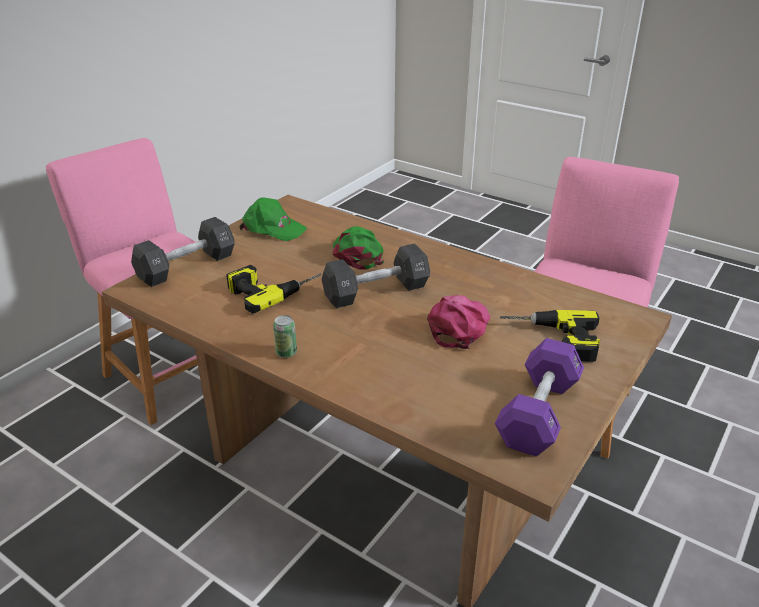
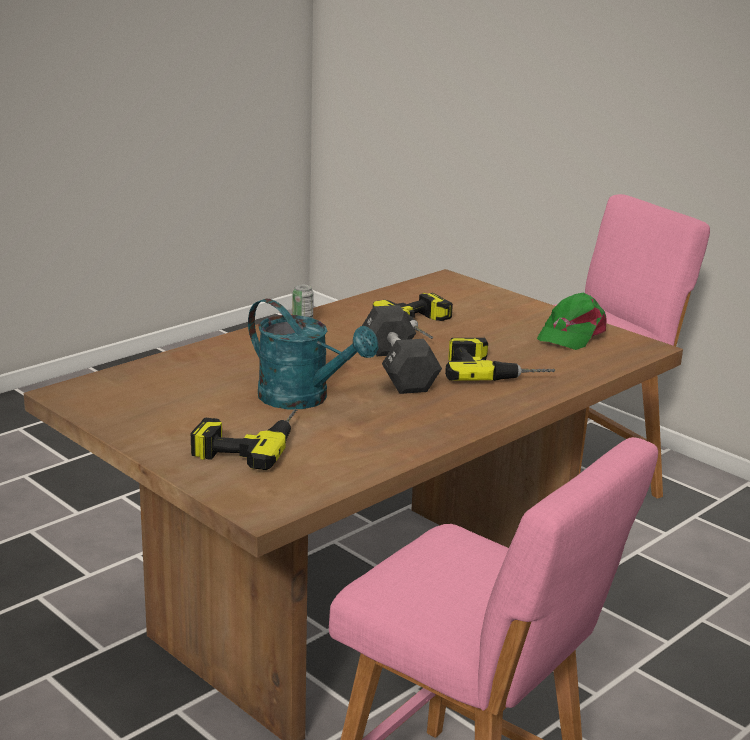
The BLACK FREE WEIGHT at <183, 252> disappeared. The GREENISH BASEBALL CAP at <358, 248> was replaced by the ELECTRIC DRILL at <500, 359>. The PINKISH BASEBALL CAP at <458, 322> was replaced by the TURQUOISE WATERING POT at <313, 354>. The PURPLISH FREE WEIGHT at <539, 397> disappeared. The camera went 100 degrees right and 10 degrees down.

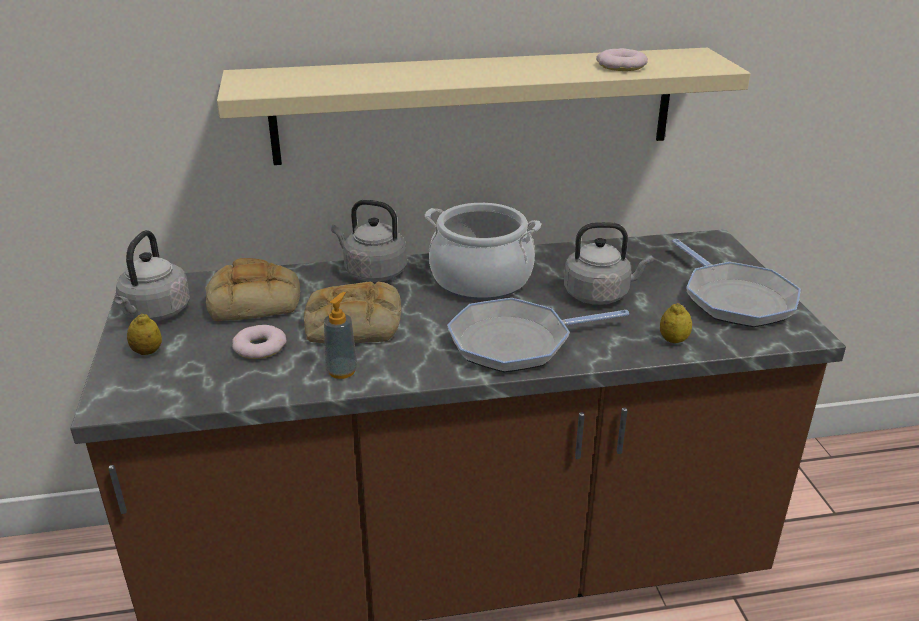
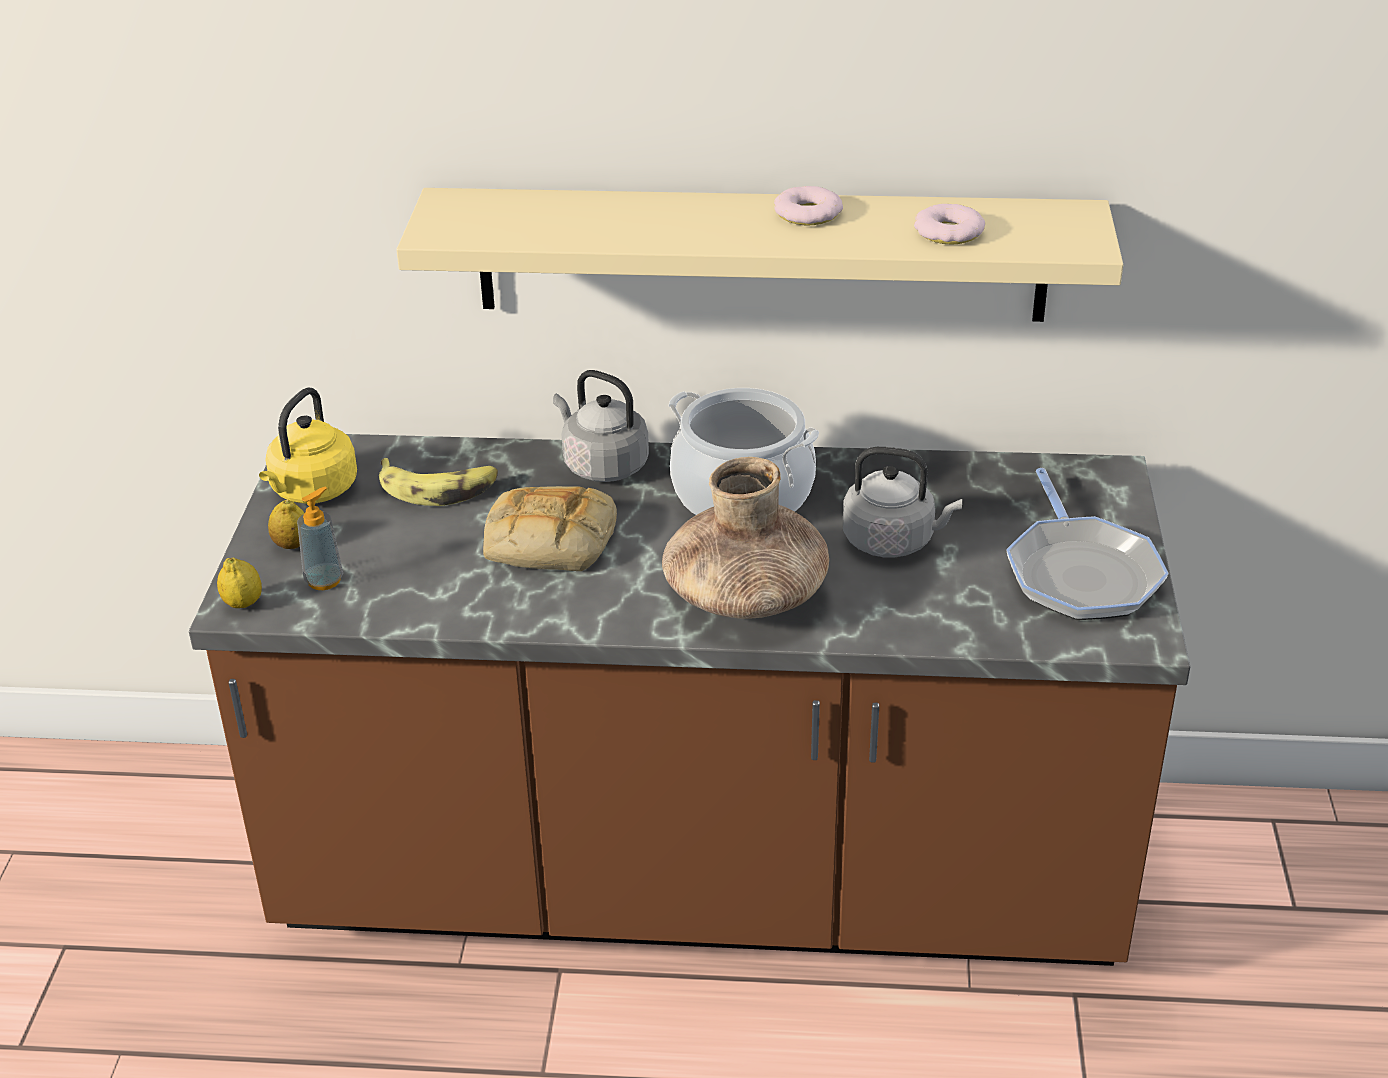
The GREYISH KETTLE at <152, 275> became the YELLOWISH KETTLE at <308, 445>. The BREAD at <252, 289> was replaced by the BANANA at <438, 482>. The SOAP BOTTLE moved from <341, 335> to <320, 538>. The PAN at <538, 335> was replaced by the BROWNISH FLOWER VASE at <745, 538>. The LEMON moved from <676, 323> to <239, 583>. The RING DOUGHNUT moved from <259, 342> to <808, 205>. The camera went 15 degrees right and 5 degrees up.

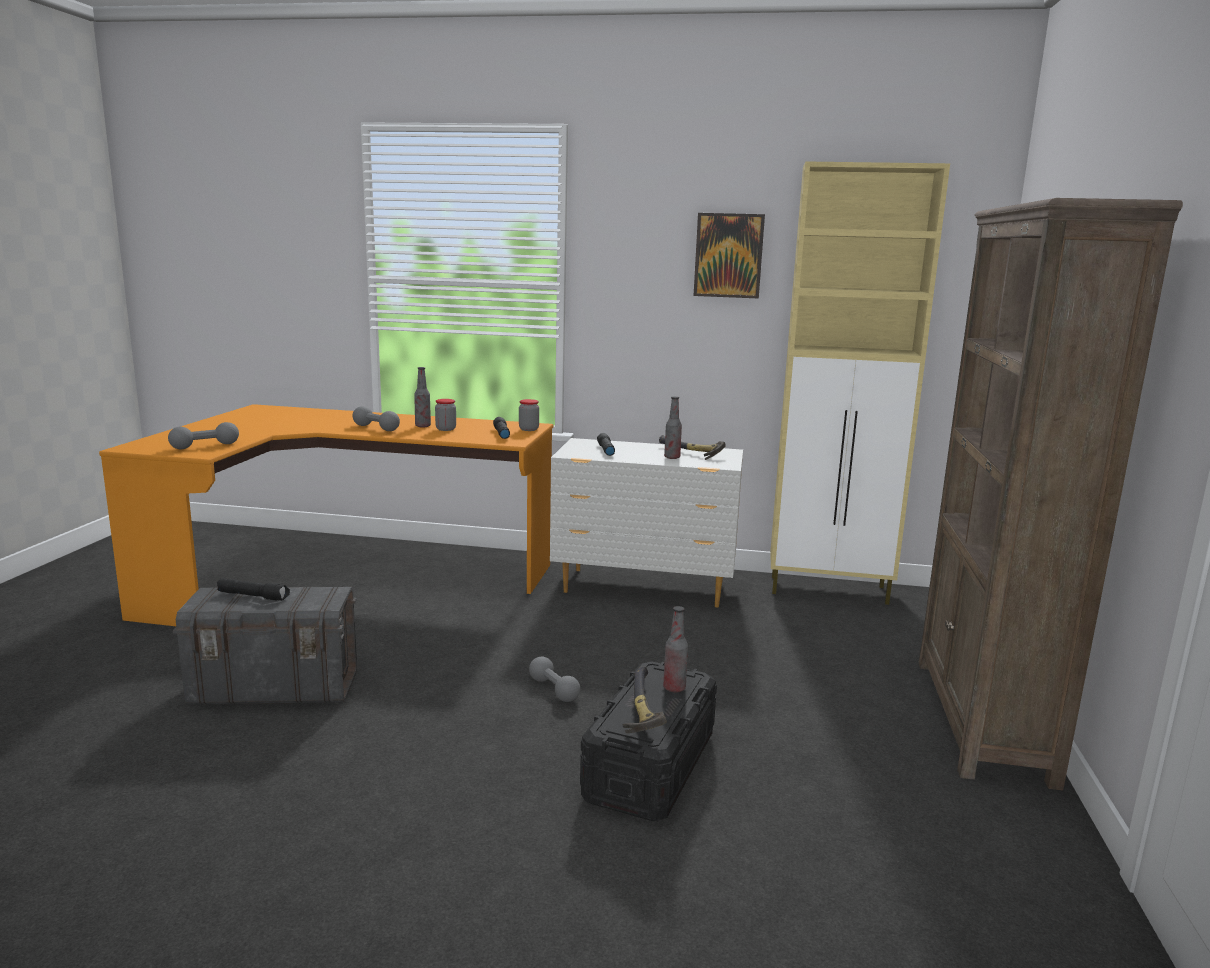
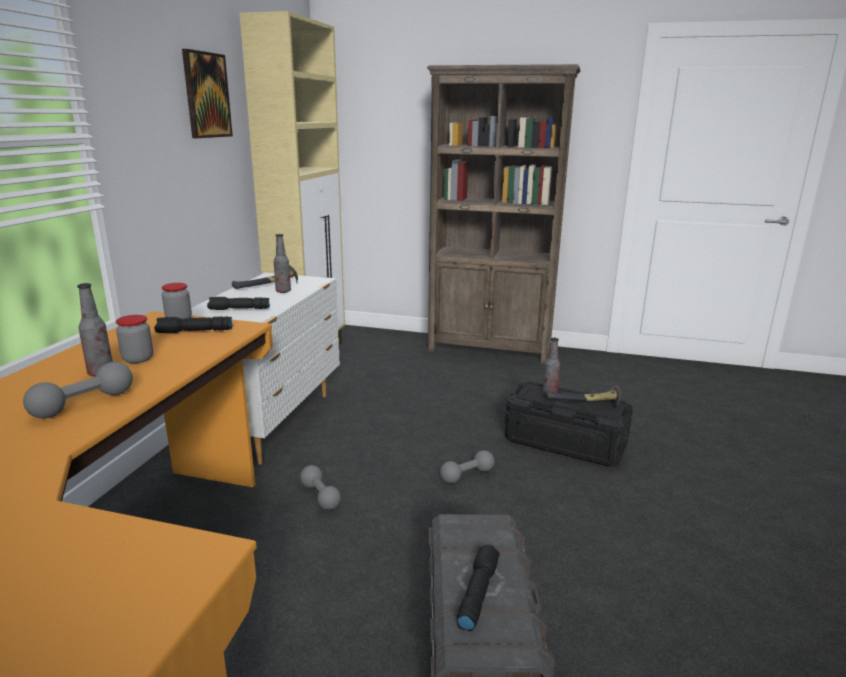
The GREYISH FREE WEIGHT moved from <203, 435> to <320, 487>. The camera went 85 degrees left and 5 degrees up.

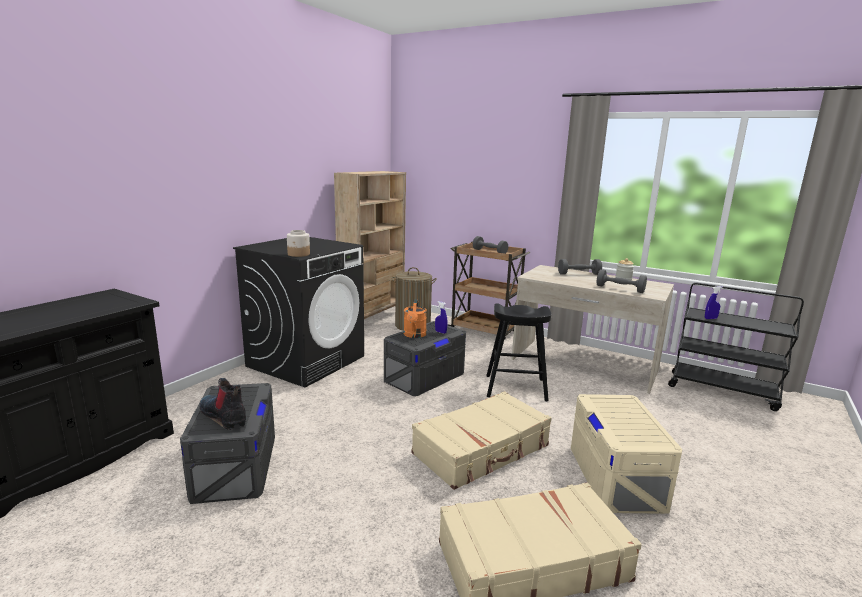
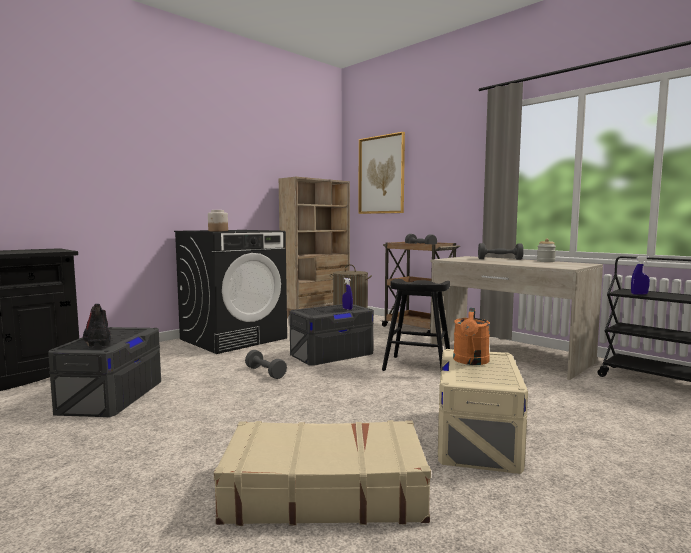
The GREYISH FREE WEIGHT moved from <622, 281> to <266, 364>. The ORANGE-COLOURED WATERING POT moved from <415, 318> to <471, 336>. The SAND-COLOURED TRAVEL CASE at <481, 440> disappeared. The WALL ART at <381, 173> appeared. The camera went 15 degrees right and 10 degrees down.

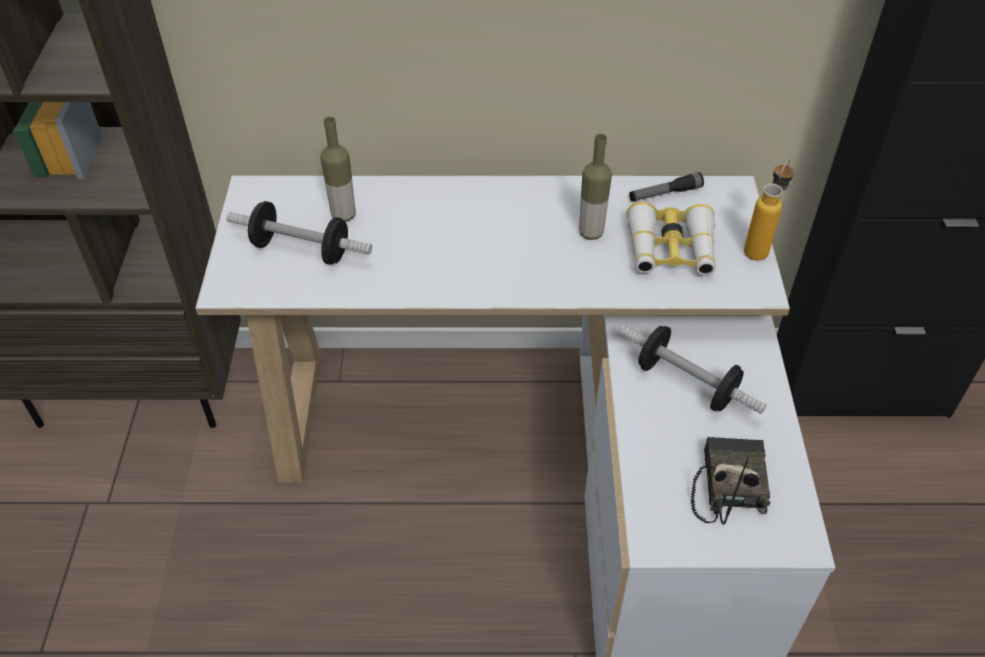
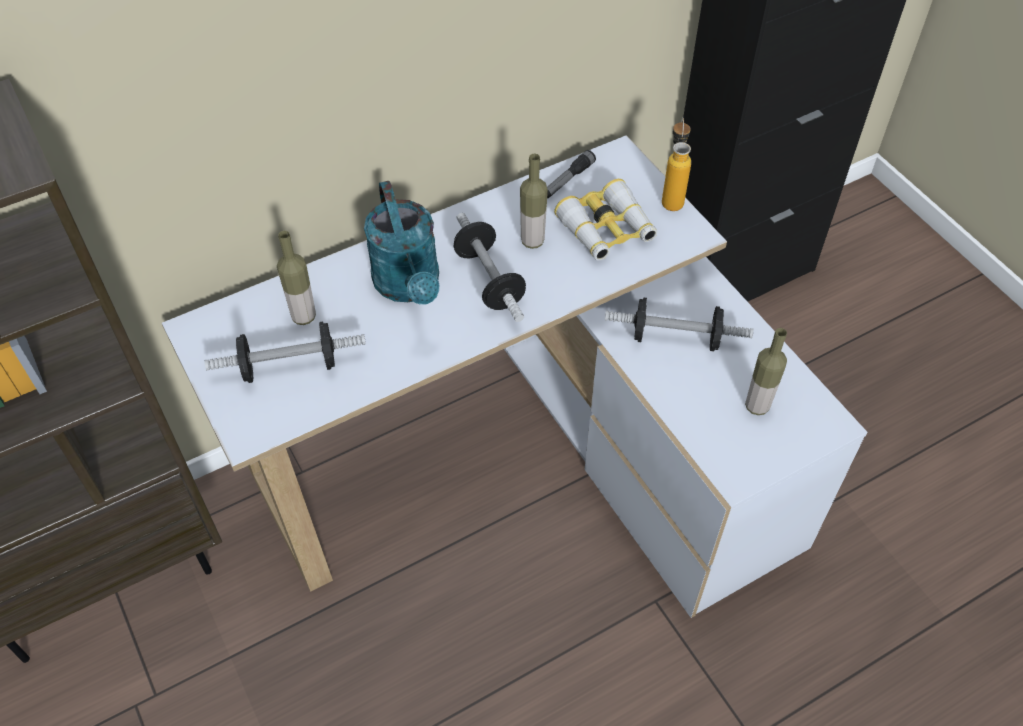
The RADIO SET at <731, 481> was replaced by the BOTTLE at <766, 371>. The TURQUOISE WATERING POT at <401, 243> appeared. The FREE WEIGHT at <490, 267> appeared. The camera went 30 degrees left and 5 degrees up.

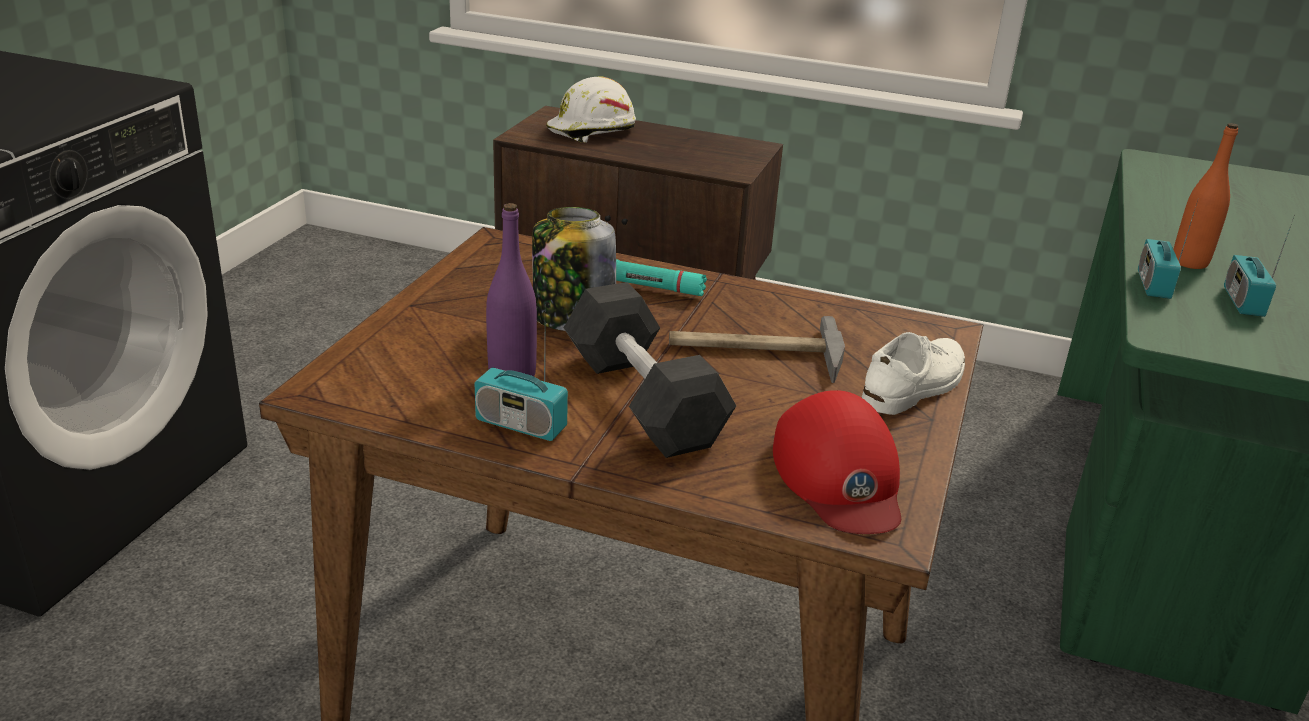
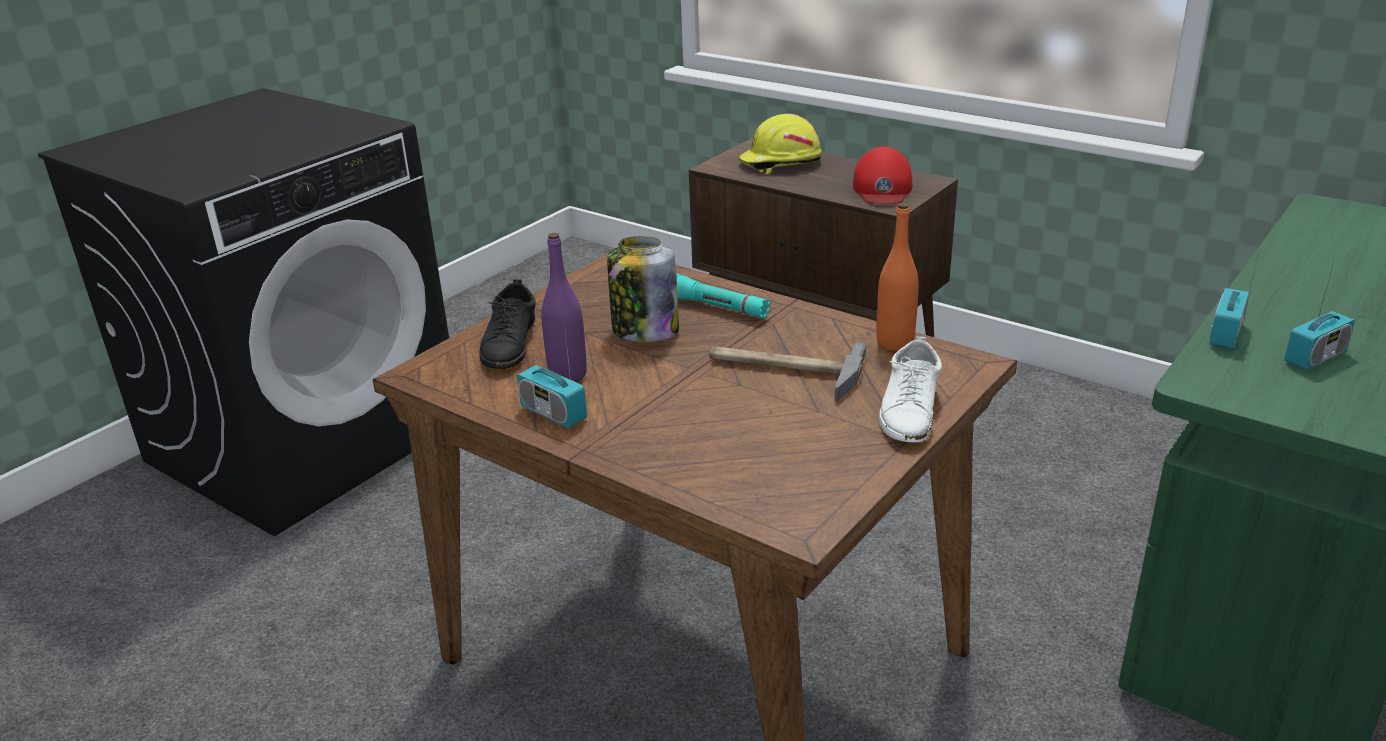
The WHITE HARD HAT at <591, 109> became the YELLOWISH HARD HAT at <780, 144>. The ORANGE-COLOURED BOTTLE moved from <1205, 196> to <897, 277>. The RADIO SET at <1259, 265> turned 150 degrees counterclockwise. The BLACK FREE WEIGHT at <650, 370> disappeared. The WHITE ITEM OF FOOTWEAR at <913, 373> turned 135 degrees clockwise. The RED BASEBALL CAP moved from <837, 462> to <882, 175>. The BLACK ITEM OF FOOTWEAR at <507, 324> appeared. The camera went 20 degrees right and 0 degrees up.

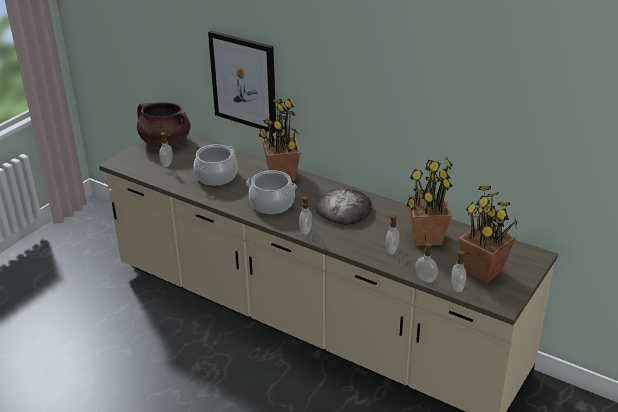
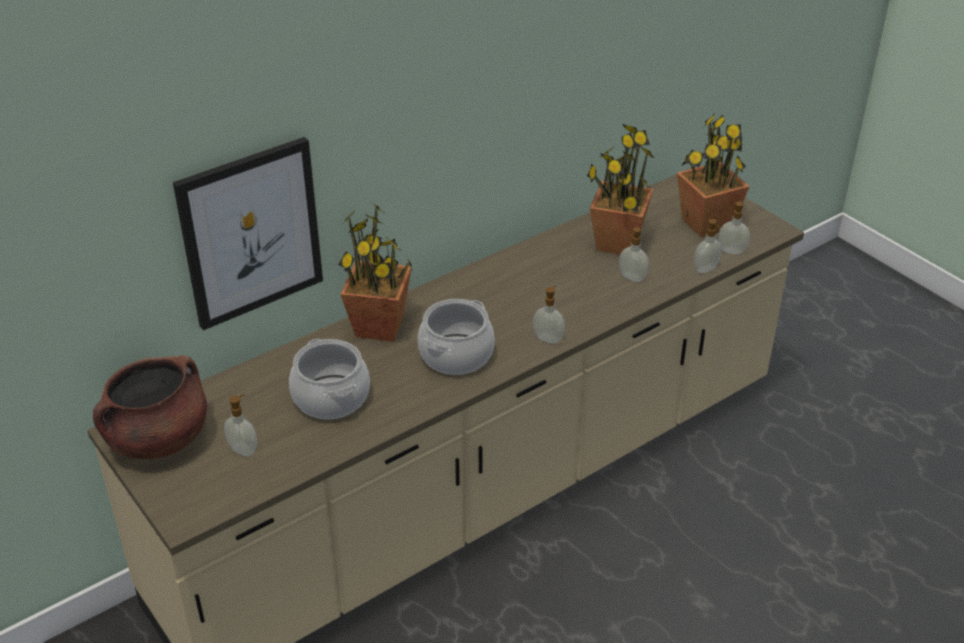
The BREAD at <344, 207> disappeared. The camera went 70 degrees left and 5 degrees up.

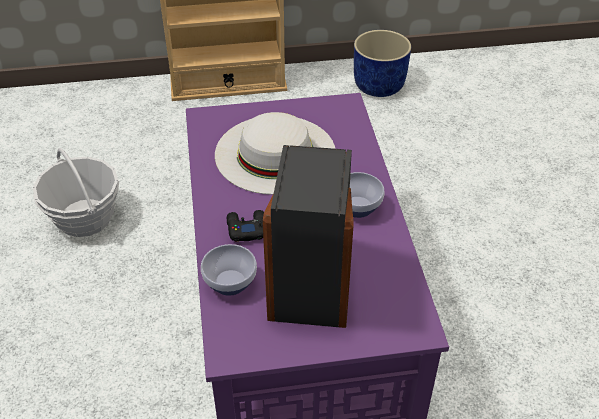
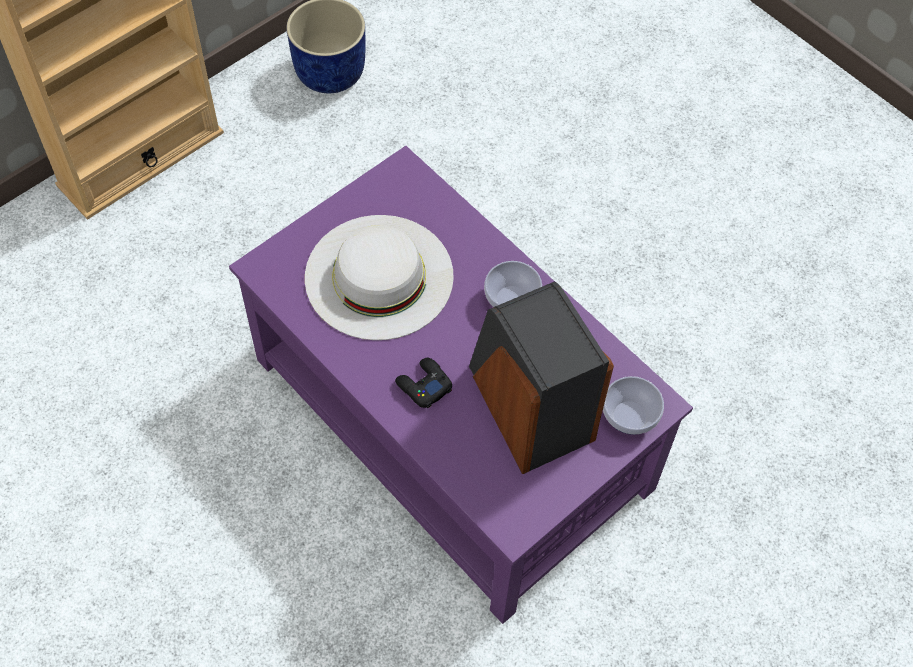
The HOUSEHOLD BASKET at <76, 192> disappeared. The BOWL moved from <229, 270> to <633, 405>. The camera went 35 degrees left and 15 degrees up.

